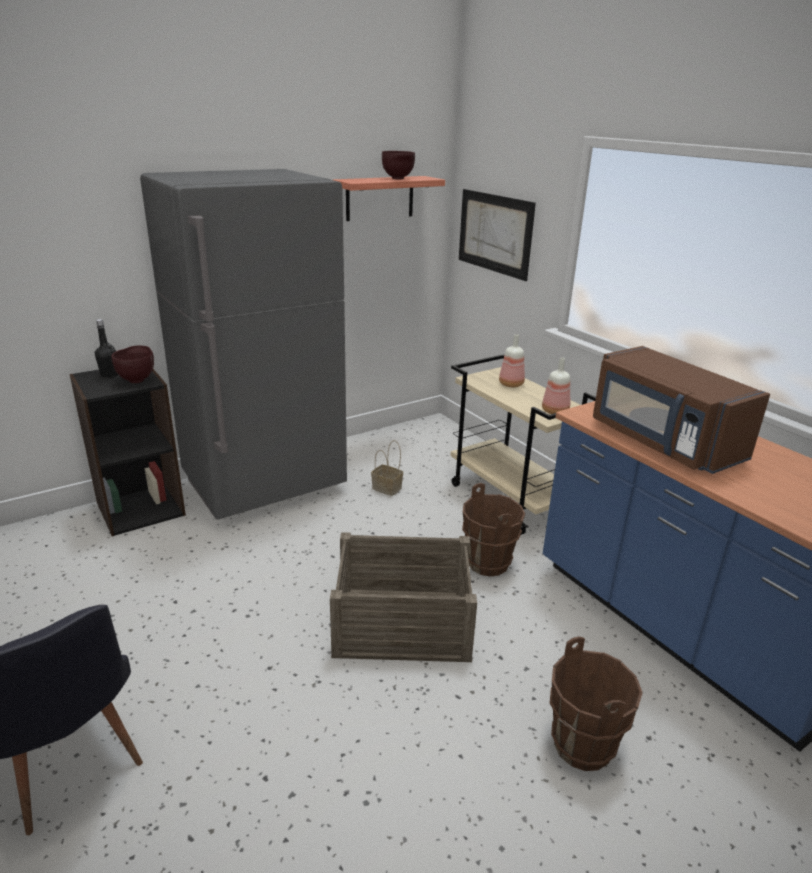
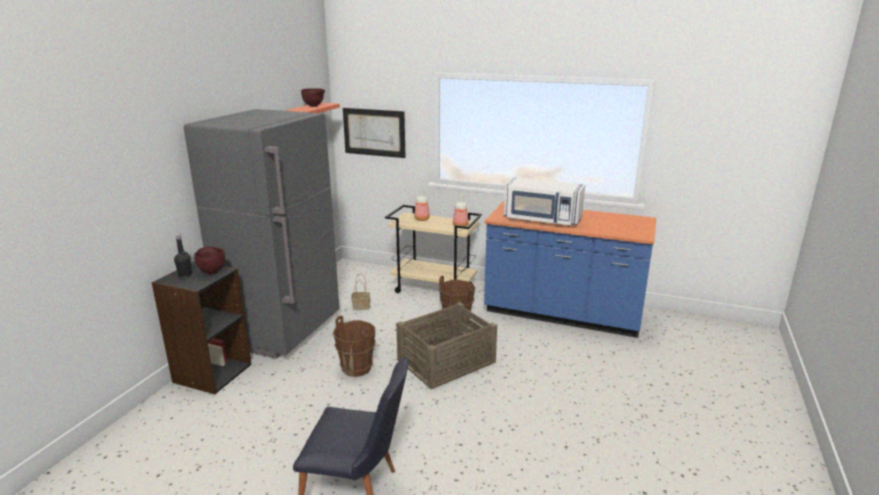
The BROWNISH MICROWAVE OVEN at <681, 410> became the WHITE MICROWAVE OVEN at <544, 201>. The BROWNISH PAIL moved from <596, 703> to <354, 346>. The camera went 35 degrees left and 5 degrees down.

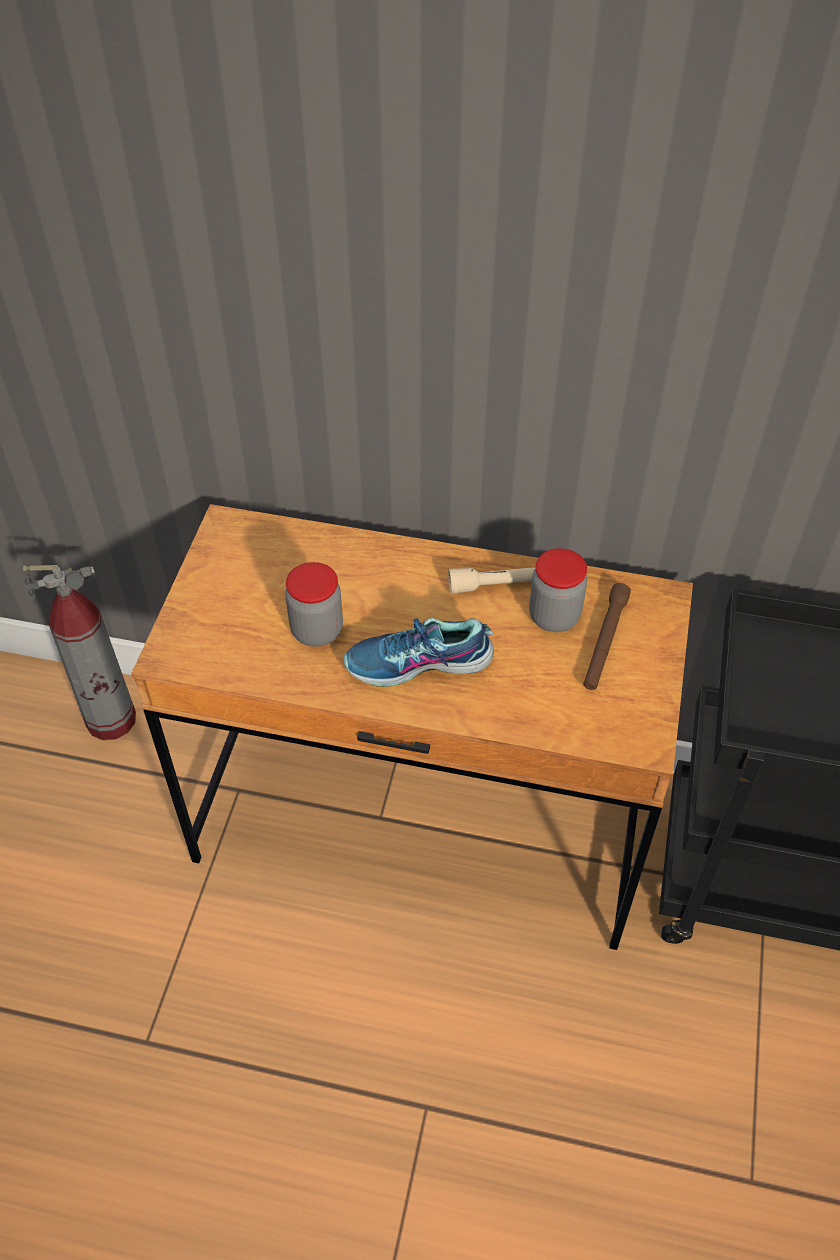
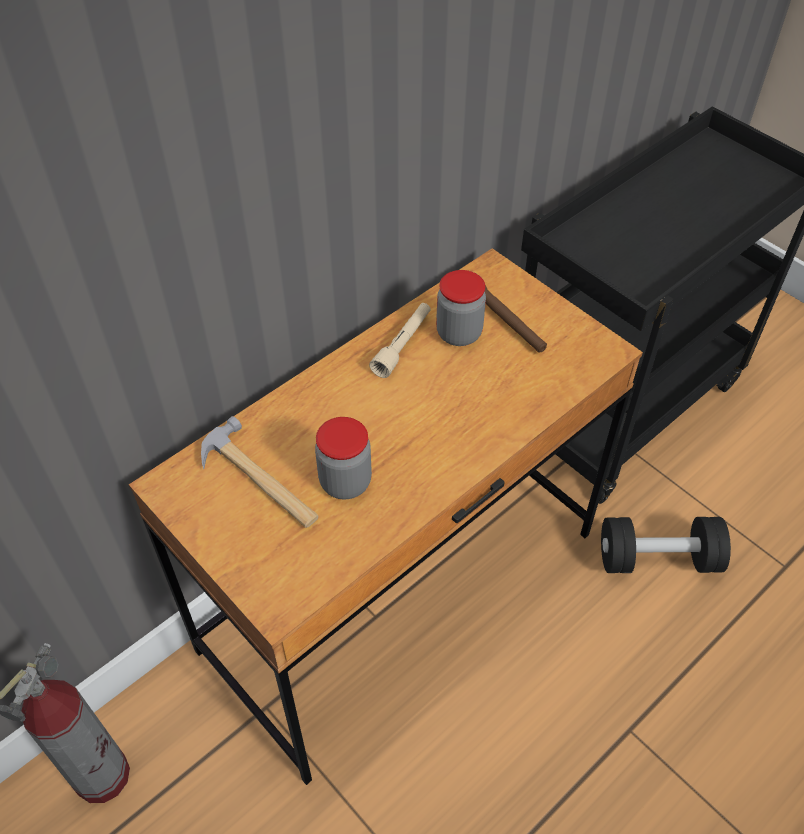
The ITEM OF FOOTWEAR at <418, 652> disappeared. The HAND HAMMER at <259, 472> appeared. The BLACK FREE WEIGHT at <666, 545> appeared. The camera went 55 degrees left and 0 degrees up.

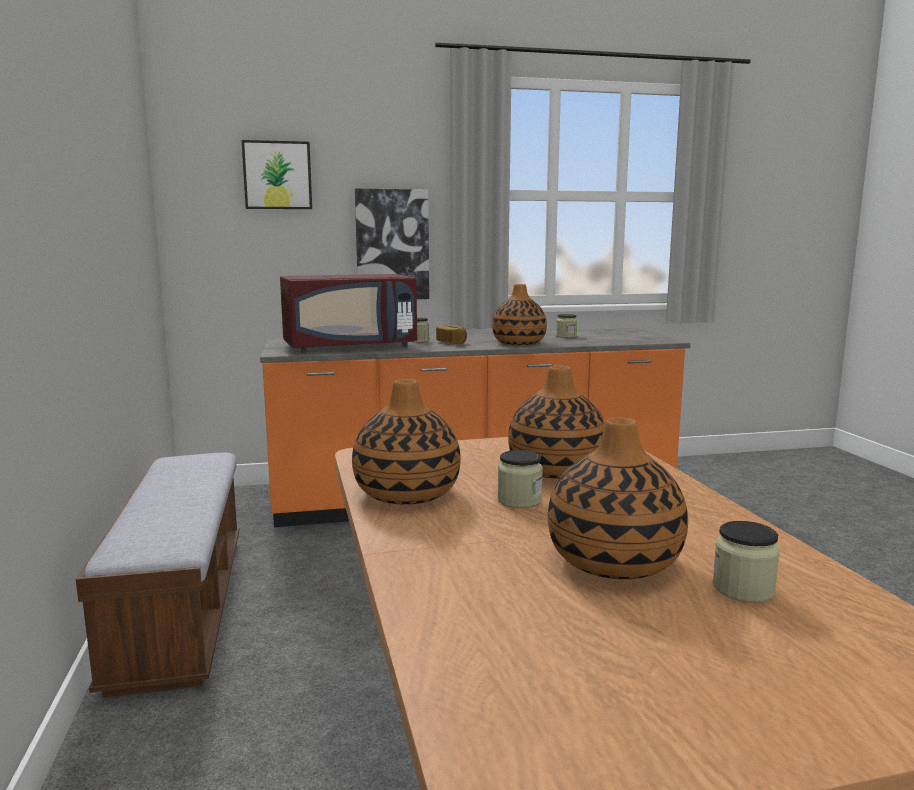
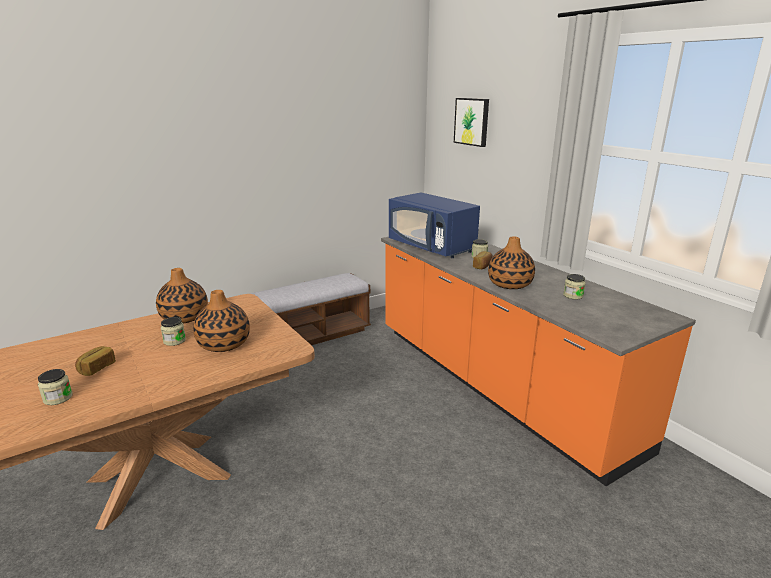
The WALL ART at <392, 244> disappeared. The RED MICROWAVE OVEN at <348, 313> became the BLUE-COLOURED MICROWAVE OVEN at <434, 225>. The FLOWER VASE at <618, 498> was replaced by the BREAD at <95, 361>. The camera went 70 degrees right and 10 degrees up.

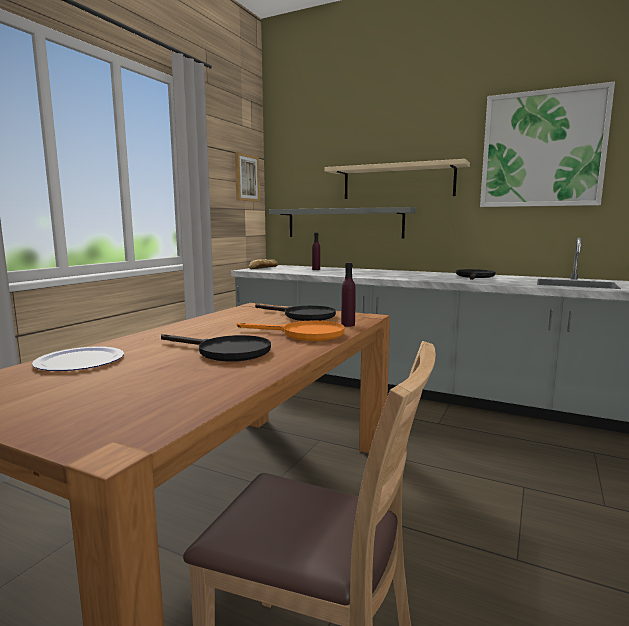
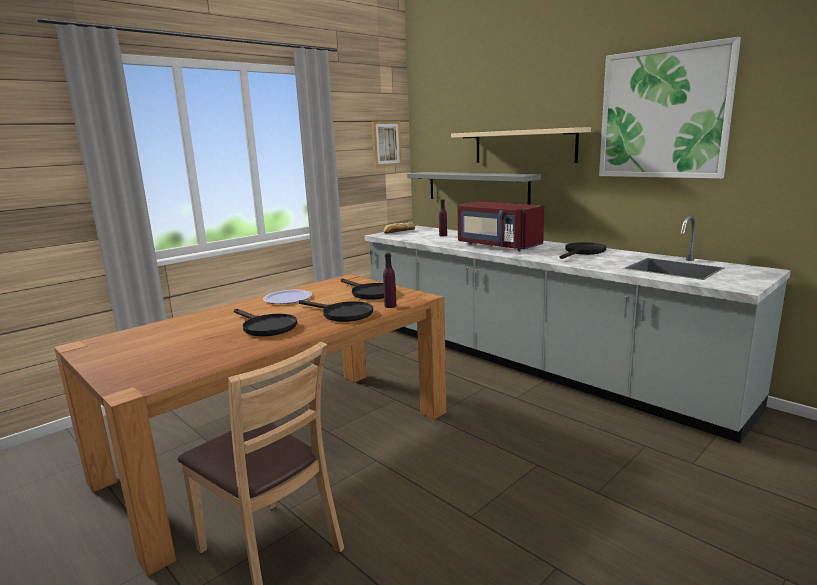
The ORANGE-COLOURED PAN at <291, 331> became the BLACK PAN at <336, 311>. The DINNER PLATE moved from <78, 358> to <287, 297>. The RED MICROWAVE OVEN at <501, 226> appeared. The camera went 20 degrees right and 5 degrees up.

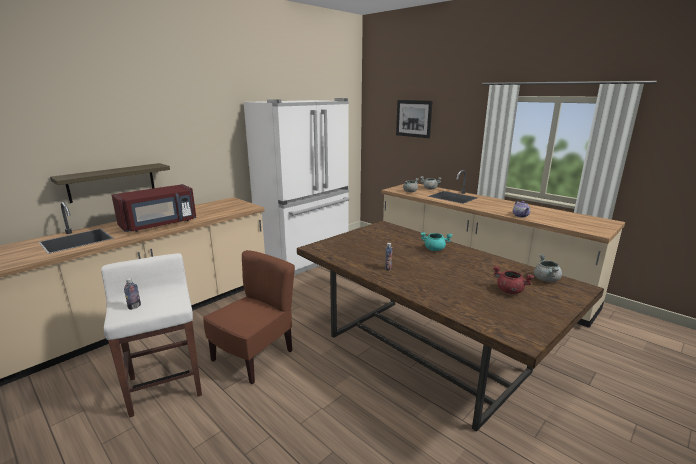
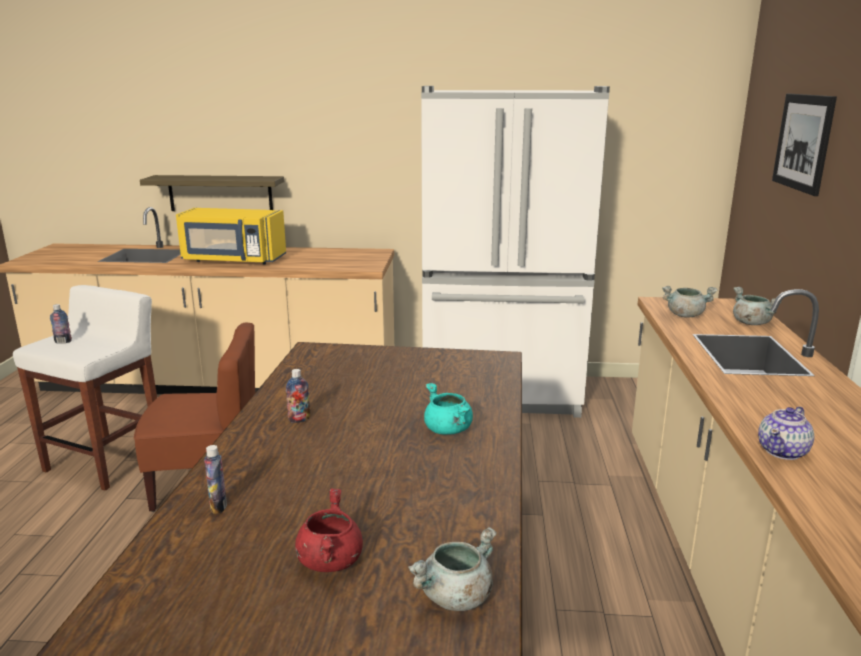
The RED MICROWAVE OVEN at <153, 208> became the YELLOWISH MICROWAVE OVEN at <231, 236>. The BOTTLE at <215, 479> appeared. The camera went 50 degrees right and 0 degrees up.

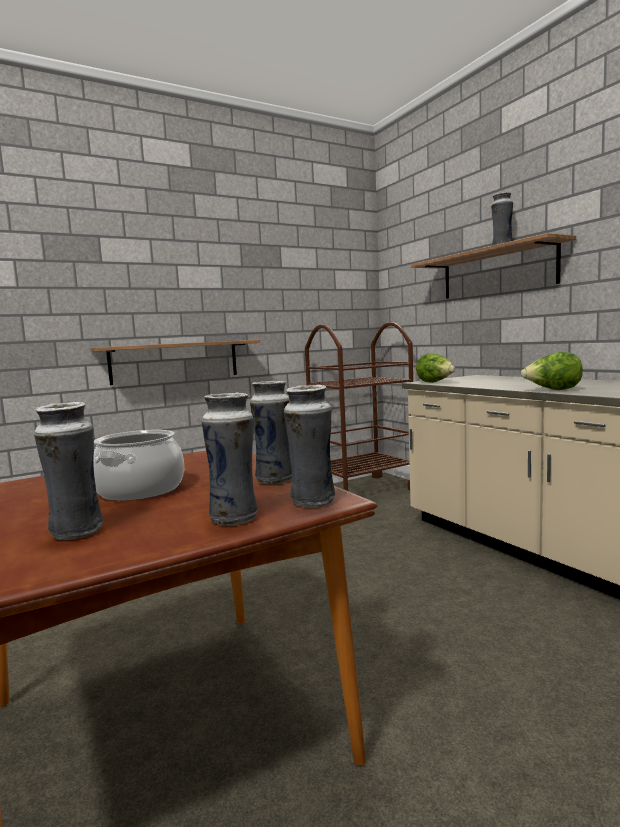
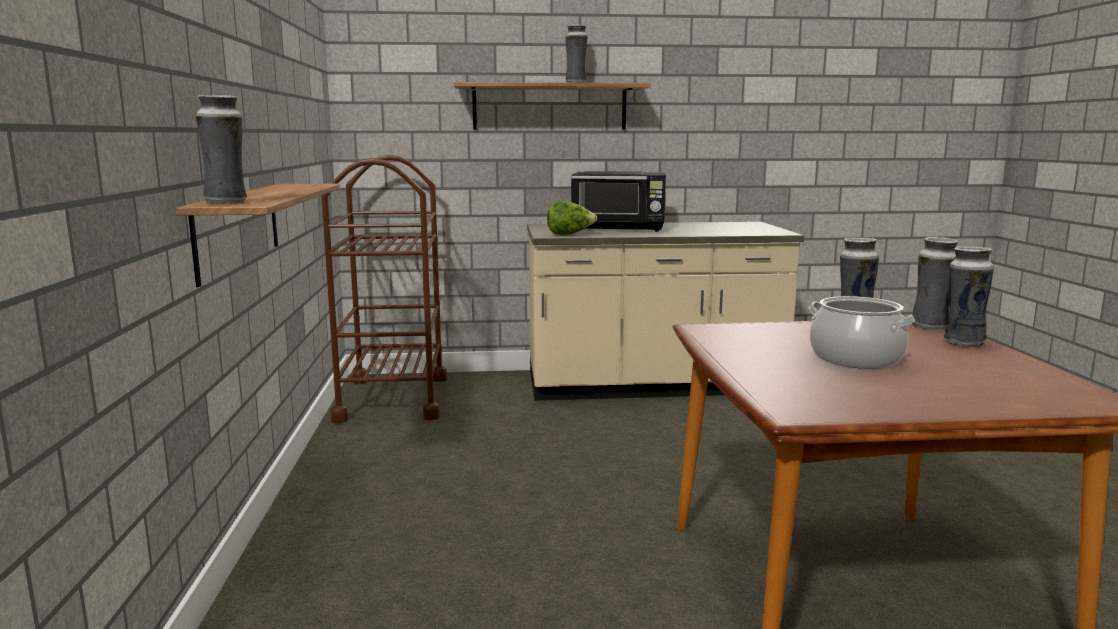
The HEAD OF LETTUCE at <552, 371> disappeared. The FLOWER VASE moved from <68, 471> to <221, 149>. The BLACK MICROWAVE OVEN at <618, 201> appeared. The camera went 65 degrees left and 5 degrees up.

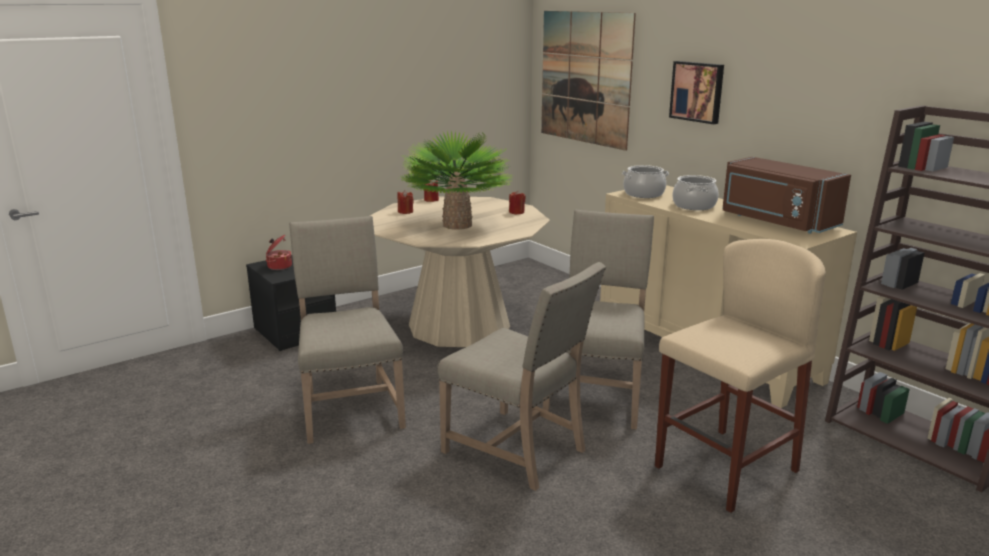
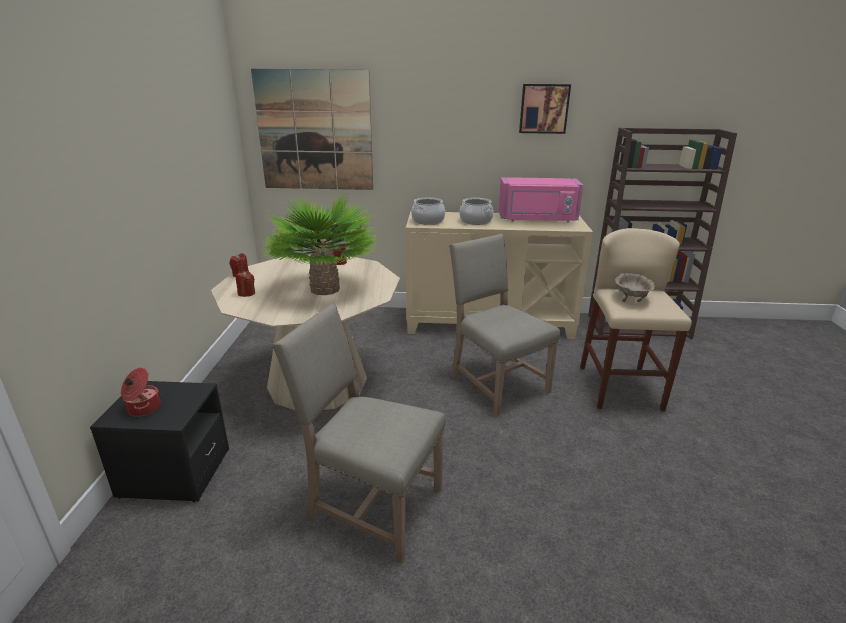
The WALL ART moved from <696, 92> to <545, 109>. The BROWNISH MICROWAVE OVEN at <786, 195> became the PINKISH MICROWAVE OVEN at <540, 199>. The SAND-COLOURED PLAIN CHAIR at <521, 376> disappeared. The SAND-COLOURED BOWL at <635, 287> appeared. The camera went 50 degrees left and 5 degrees up.

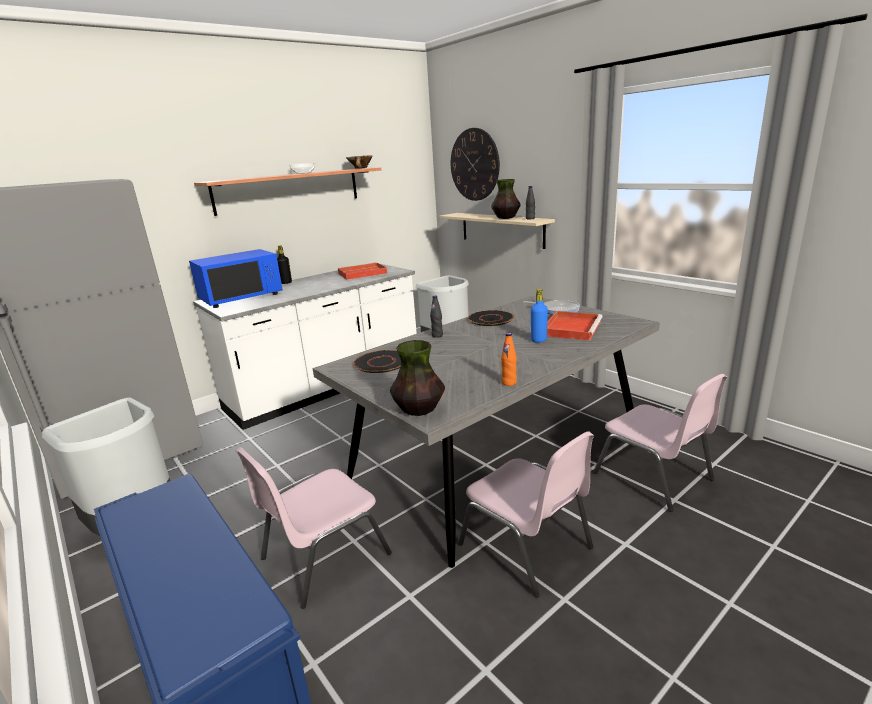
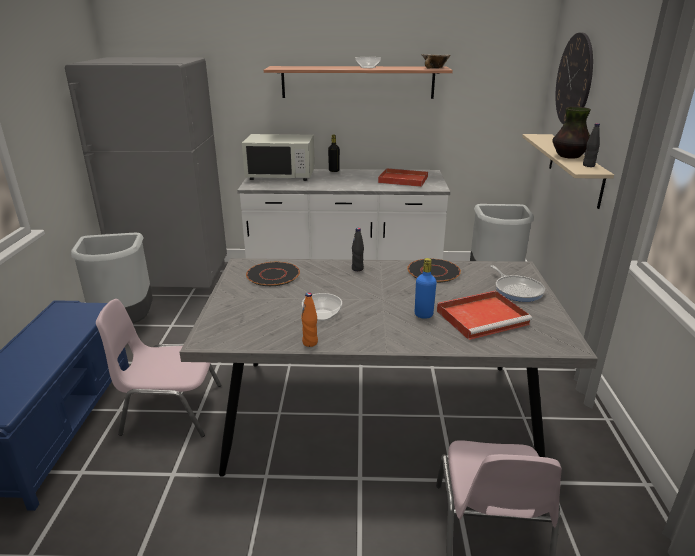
The BLUE-COLOURED MICROWAVE OVEN at <236, 278> became the WHITE MICROWAVE OVEN at <278, 157>. The FLOWER VASE at <417, 378> disappeared. The PINKISH PLAIN CHAIR at <526, 514> disappeared. The BOWL at <322, 307> appeared. The camera went 40 degrees right and 5 degrees up.

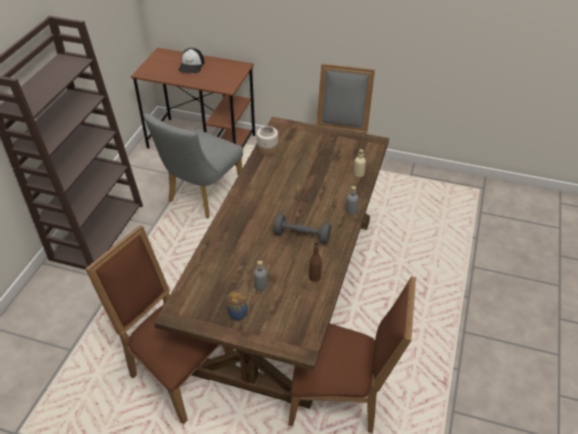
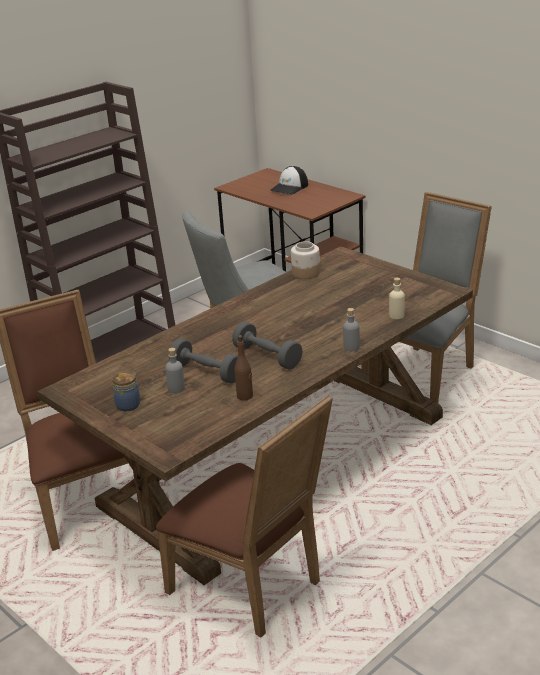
The GREYISH FREE WEIGHT at <203, 361> appeared. The camera went 30 degrees right and 15 degrees down.

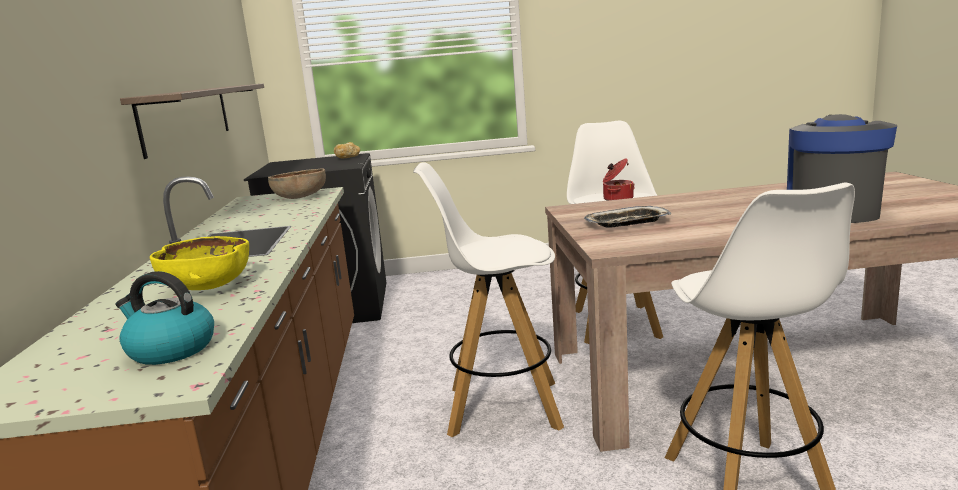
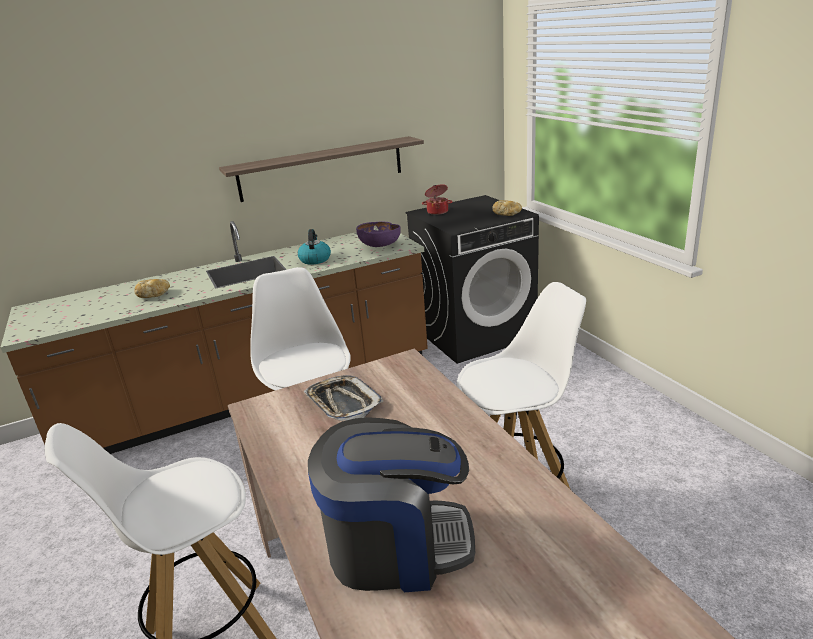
The SAUCEPOT moved from <619, 179> to <437, 199>. The BROWNISH BOWL at <297, 183> became the PURPLISH BOWL at <378, 234>. The YELLOWISH BOWL at <199, 263> was replaced by the BREAD at <152, 288>. The KETTLE moved from <165, 318> to <314, 247>. The camera went 70 degrees right and 10 degrees up.

